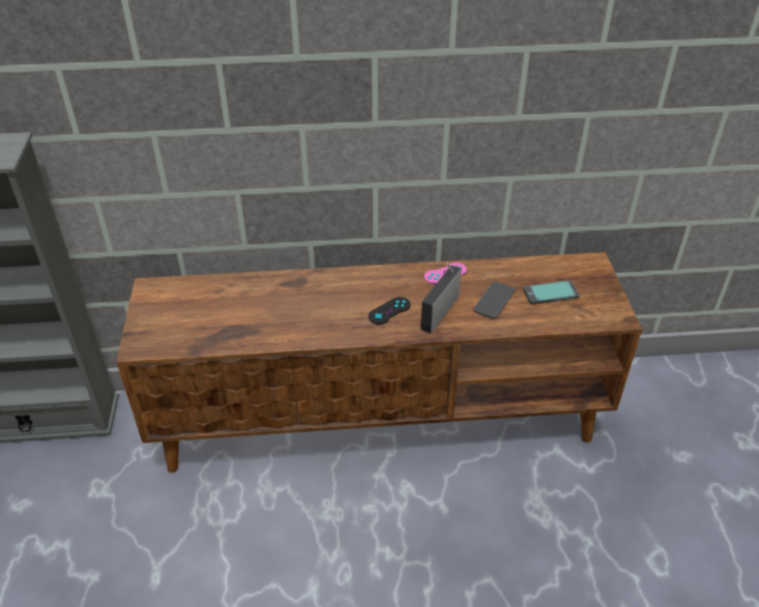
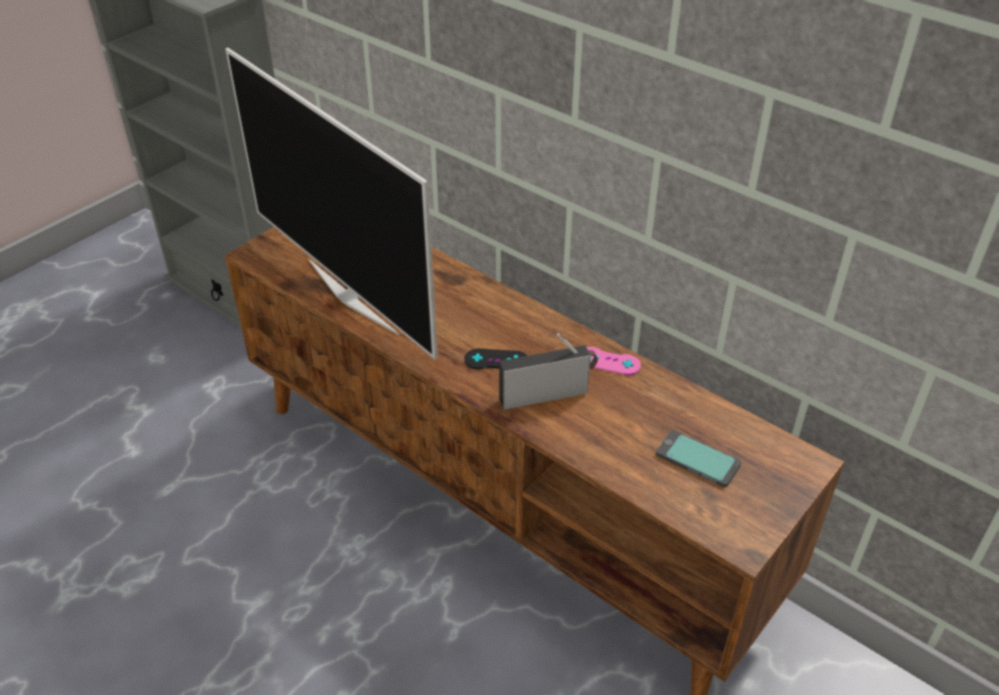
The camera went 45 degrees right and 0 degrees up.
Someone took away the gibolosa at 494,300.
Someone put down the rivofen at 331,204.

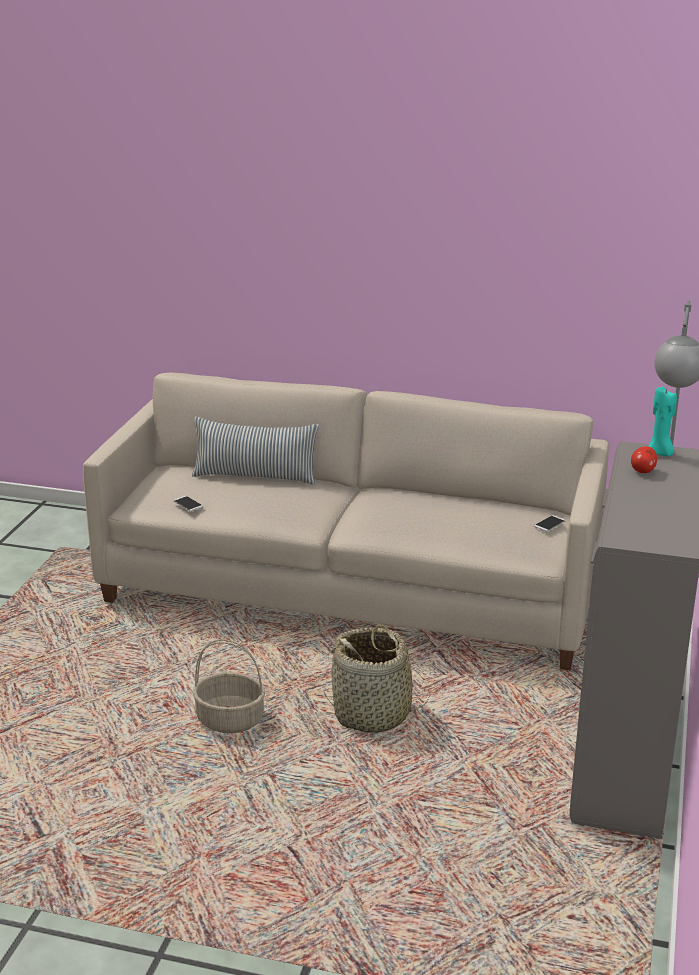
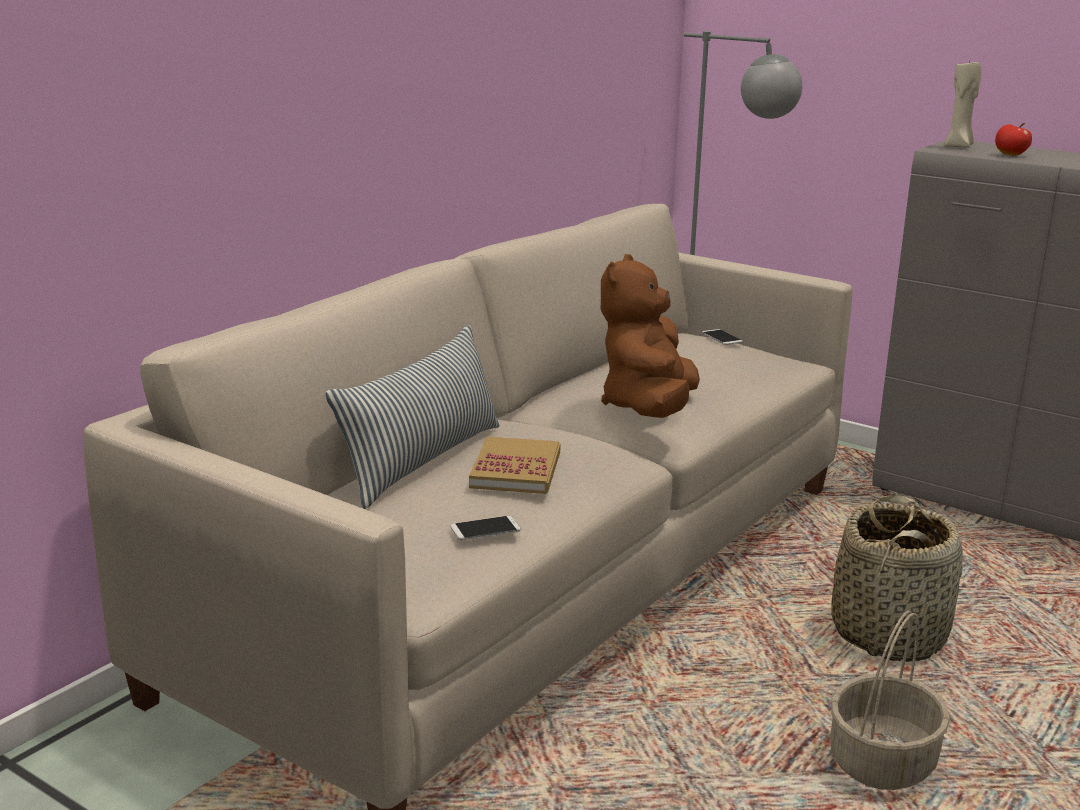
The camera went 70 degrees left and 5 degrees down.
Someone repainted the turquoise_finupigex at 662,421, which became the beige_finupigex at 963,104.
Someone put down the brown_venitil at 650,336.
Someone put down the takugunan at 515,465.

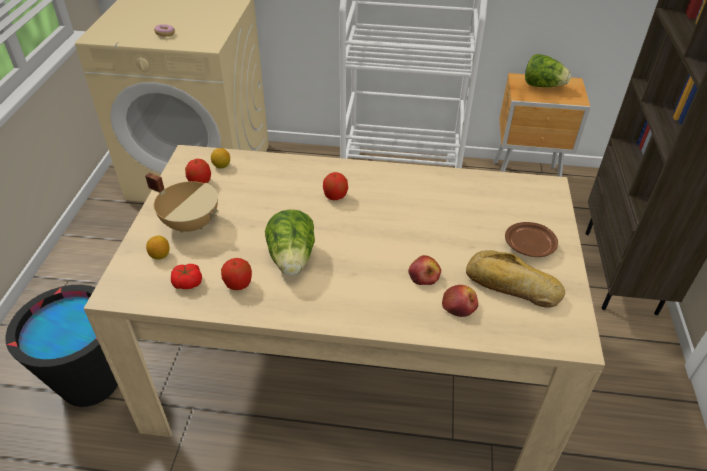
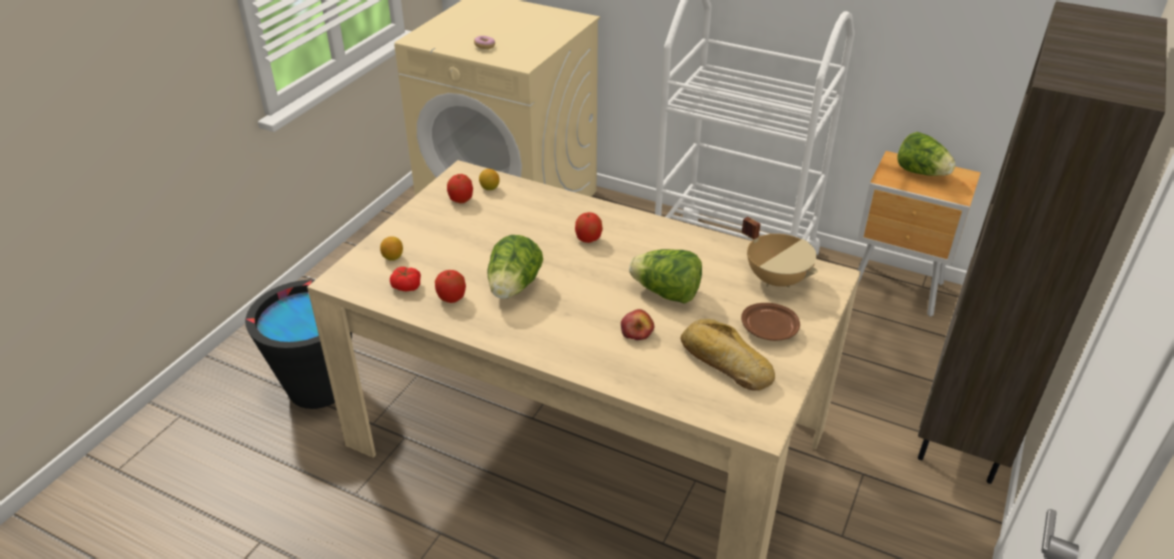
The camera went 20 degrees right and 5 degrees down.
Someone carried the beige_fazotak from 182,203 to 780,252.
Someone took away the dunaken at 460,301.
Someone put down the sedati at 665,276.

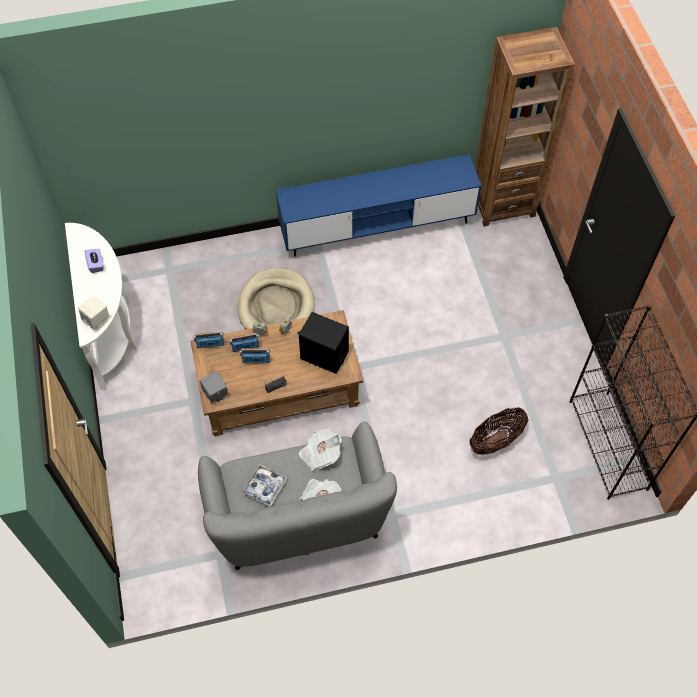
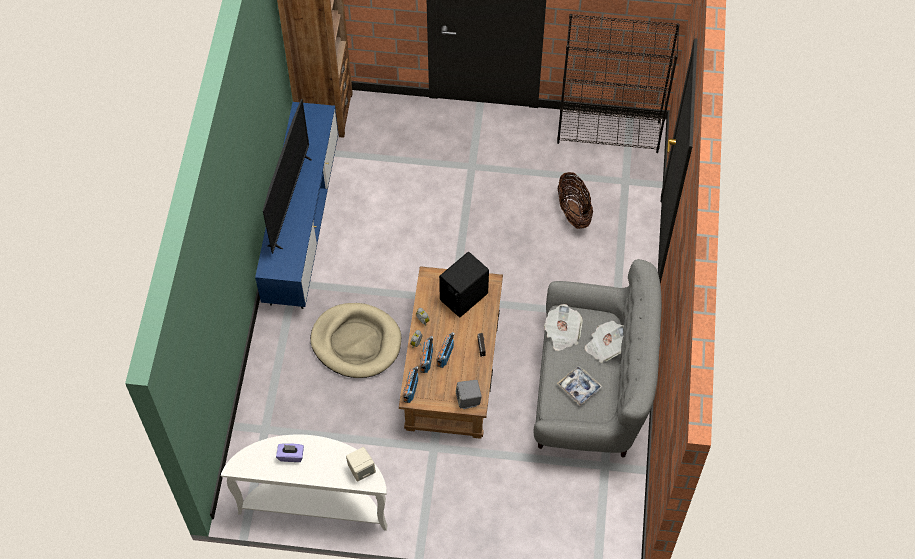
The camera went 70 degrees left and 0 degrees up.
Someone put down the rivofen at 287,176.

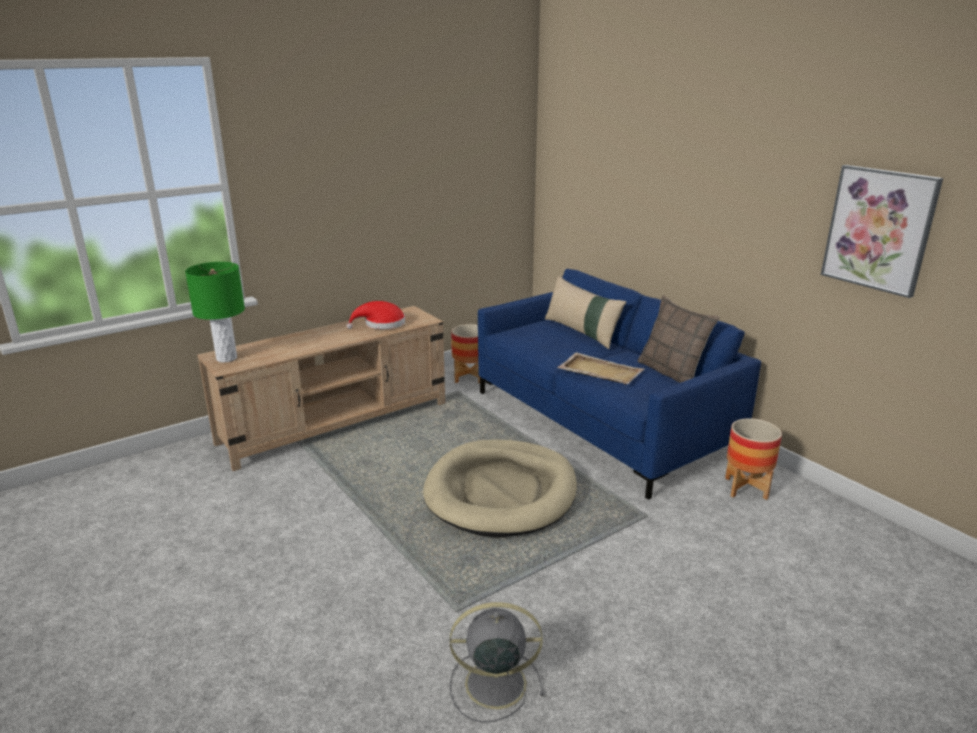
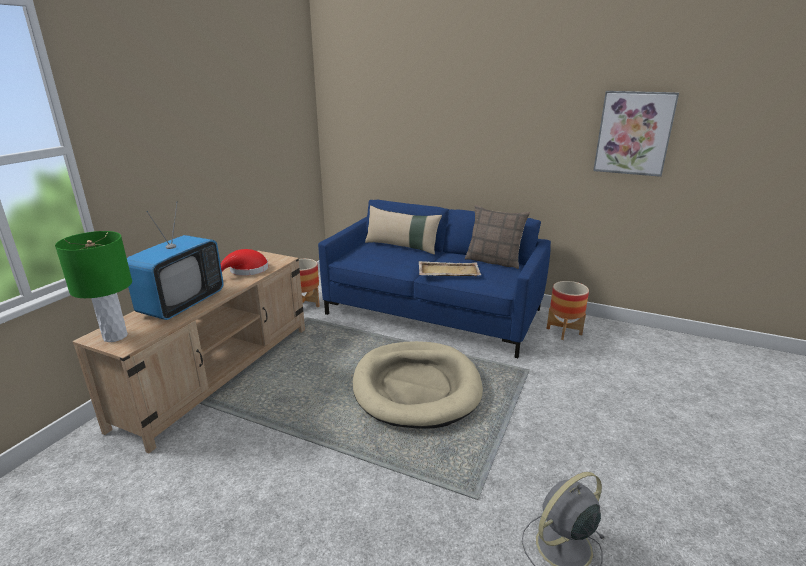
The camera went 30 degrees left and 0 degrees up.
Someone put down the rivofen at 175,261.

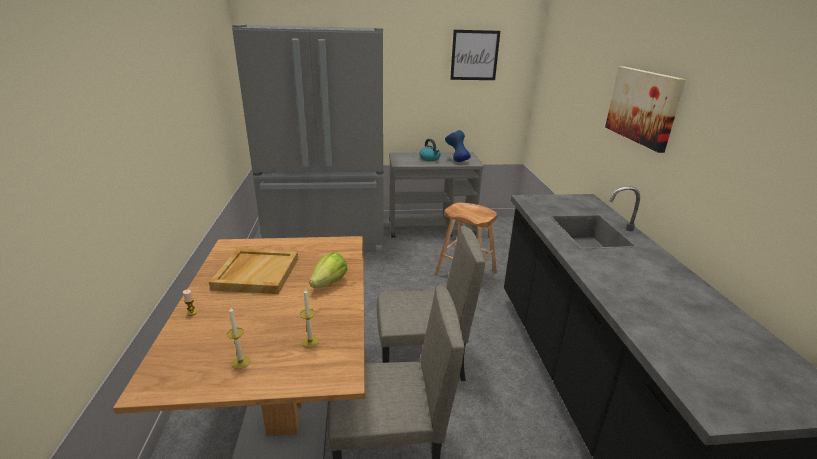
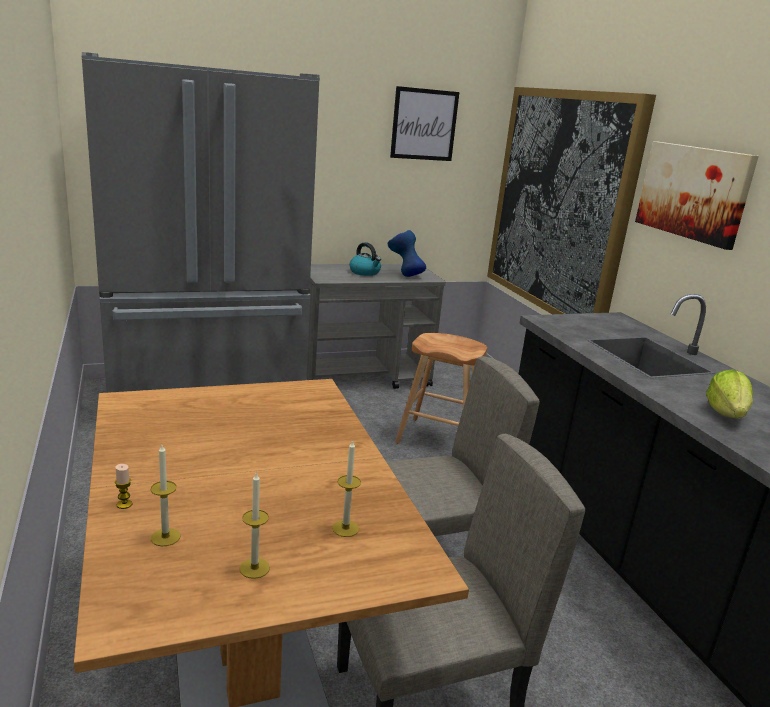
The camera went 15 degrees left and 5 degrees down.
Someone took away the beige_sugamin at 253,271.
Someone carried the sedati from 328,270 to 729,394.
Someone put up the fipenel at 571,200.
Someone put down the finupigex at 165,495.

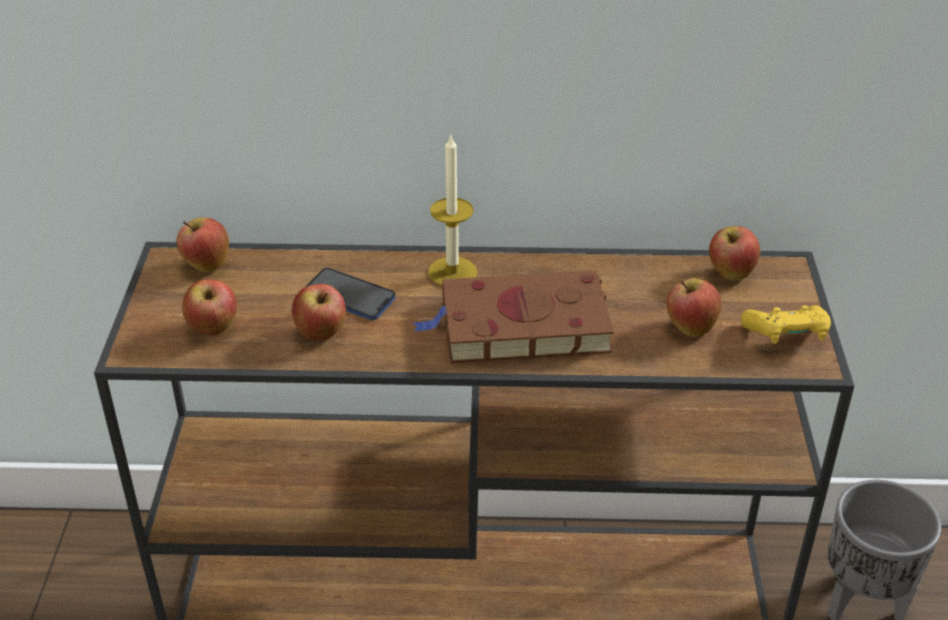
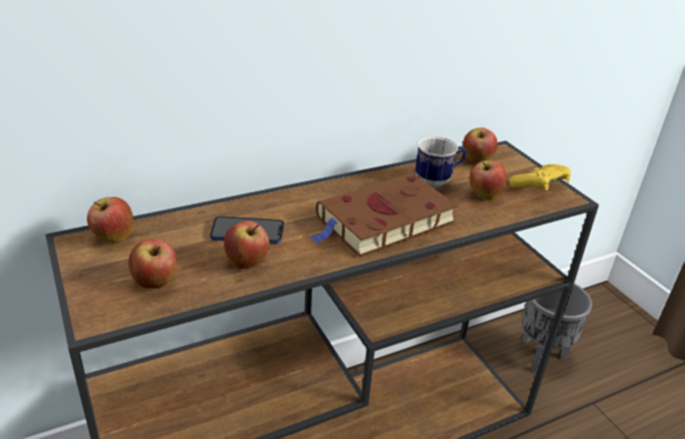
The camera went 30 degrees left and 5 degrees down.
Someone took away the finupigex at 452,209.
Someone put down the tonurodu at 440,161.

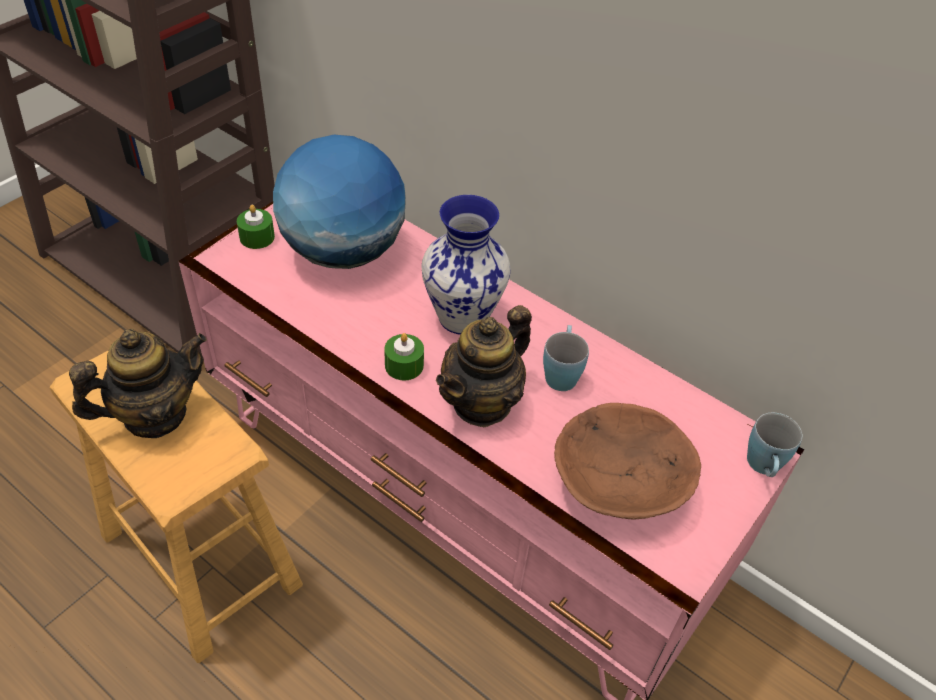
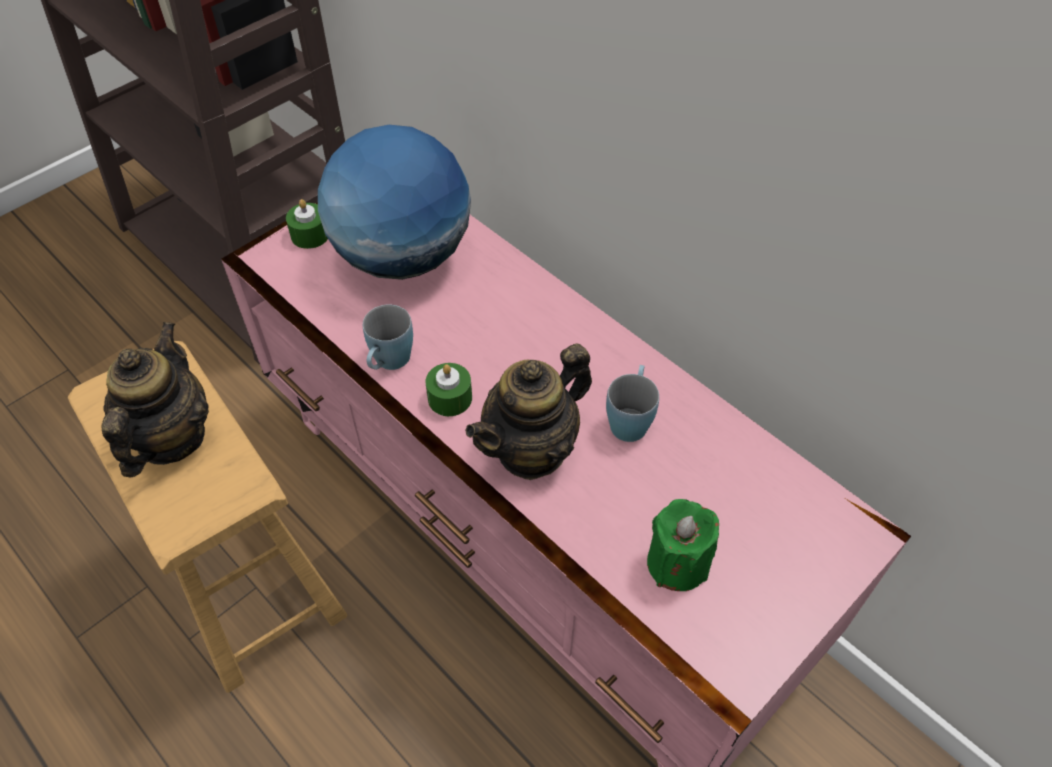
The camera went 10 degrees right and 5 degrees up.
Someone took away the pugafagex at 466,265.
Someone rotated the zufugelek at 138,383 by 60 degrees counterclockwise.
Someone swapped the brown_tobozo at 627,461 for the green_finupigex at 683,545.
Someone carried the blue_tonurodu from 775,444 to 388,337.

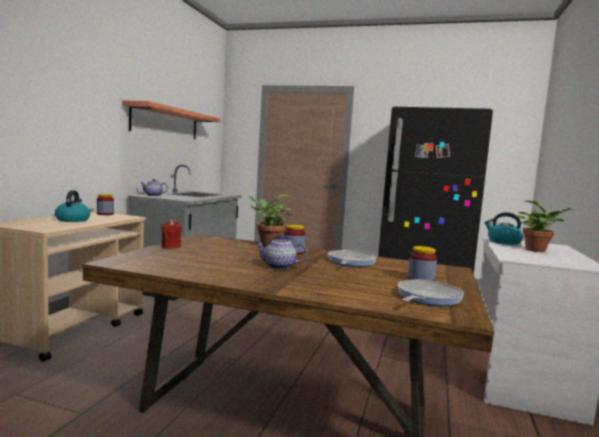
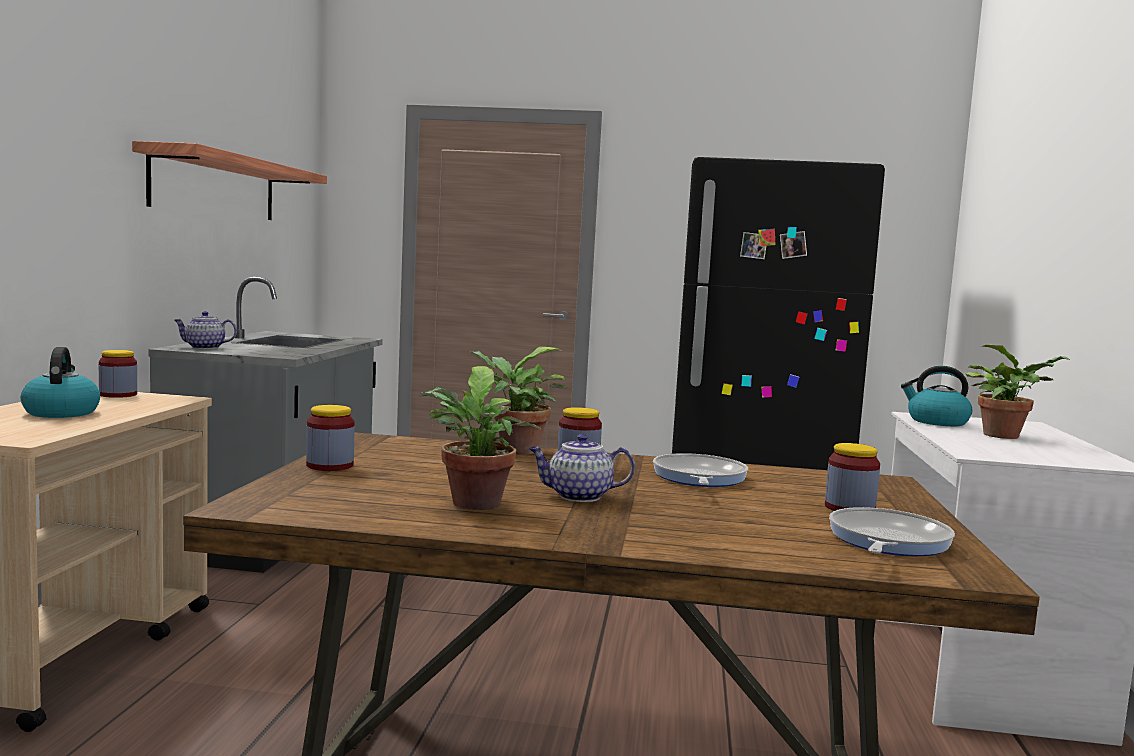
The camera went 10 degrees left and 0 degrees up.
Someone swapped the red_finupigex at 172,234 for the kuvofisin at 330,438.
Someone put down the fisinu at 480,438.

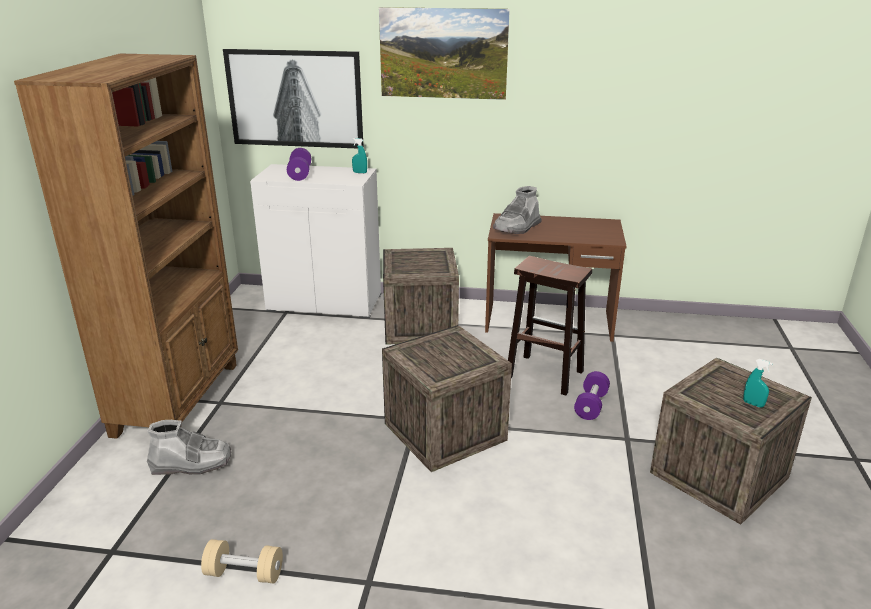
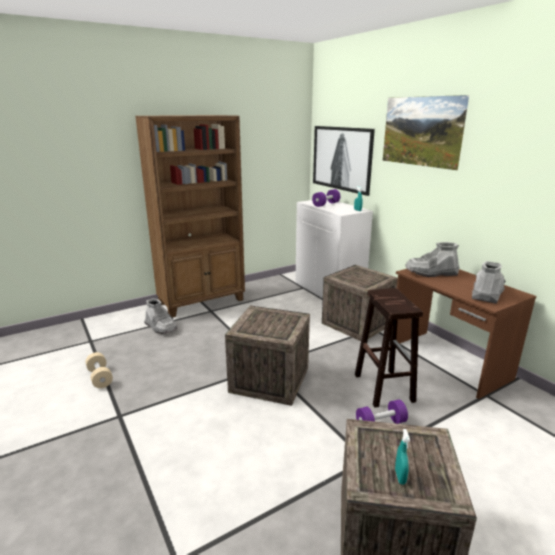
The camera went 50 degrees right and 5 degrees down.
Someone put down the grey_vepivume at 489,282.

